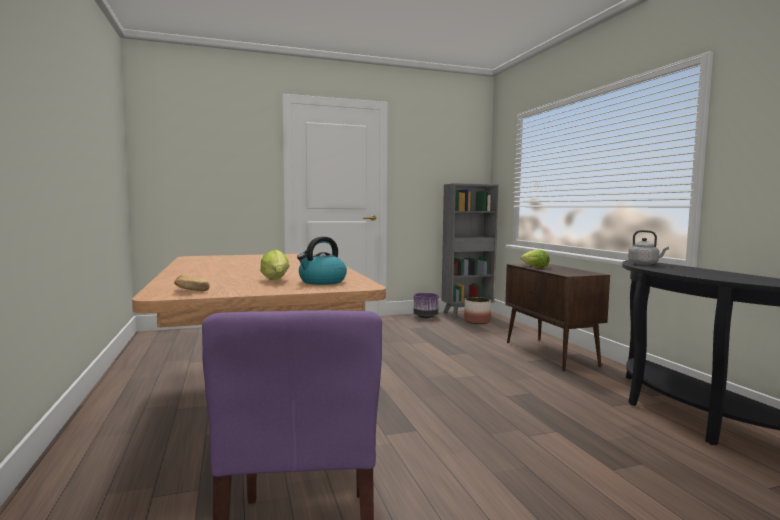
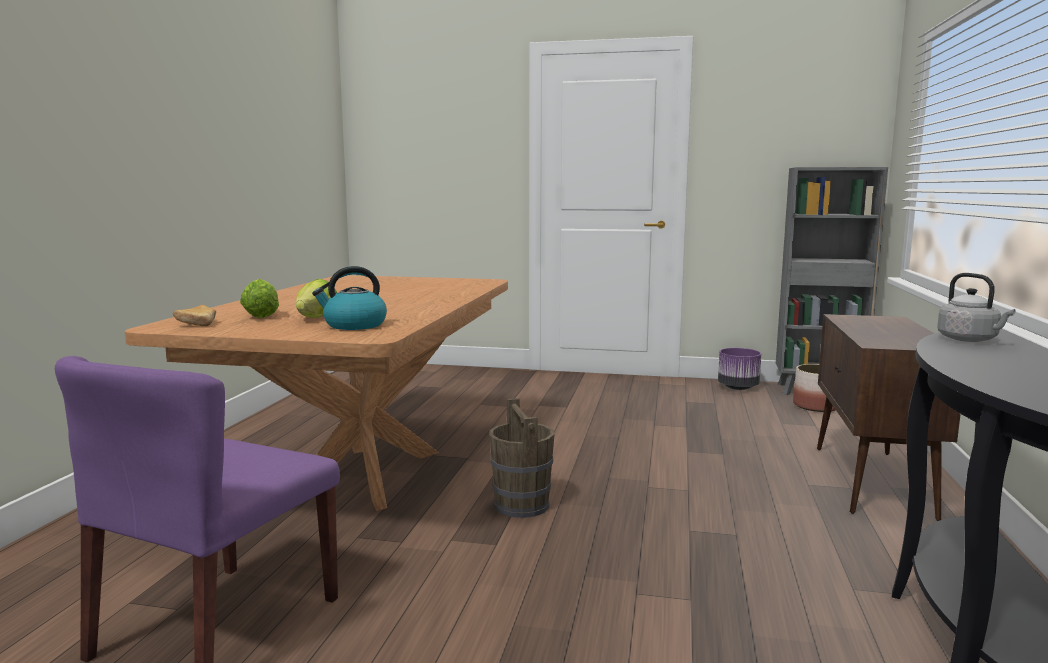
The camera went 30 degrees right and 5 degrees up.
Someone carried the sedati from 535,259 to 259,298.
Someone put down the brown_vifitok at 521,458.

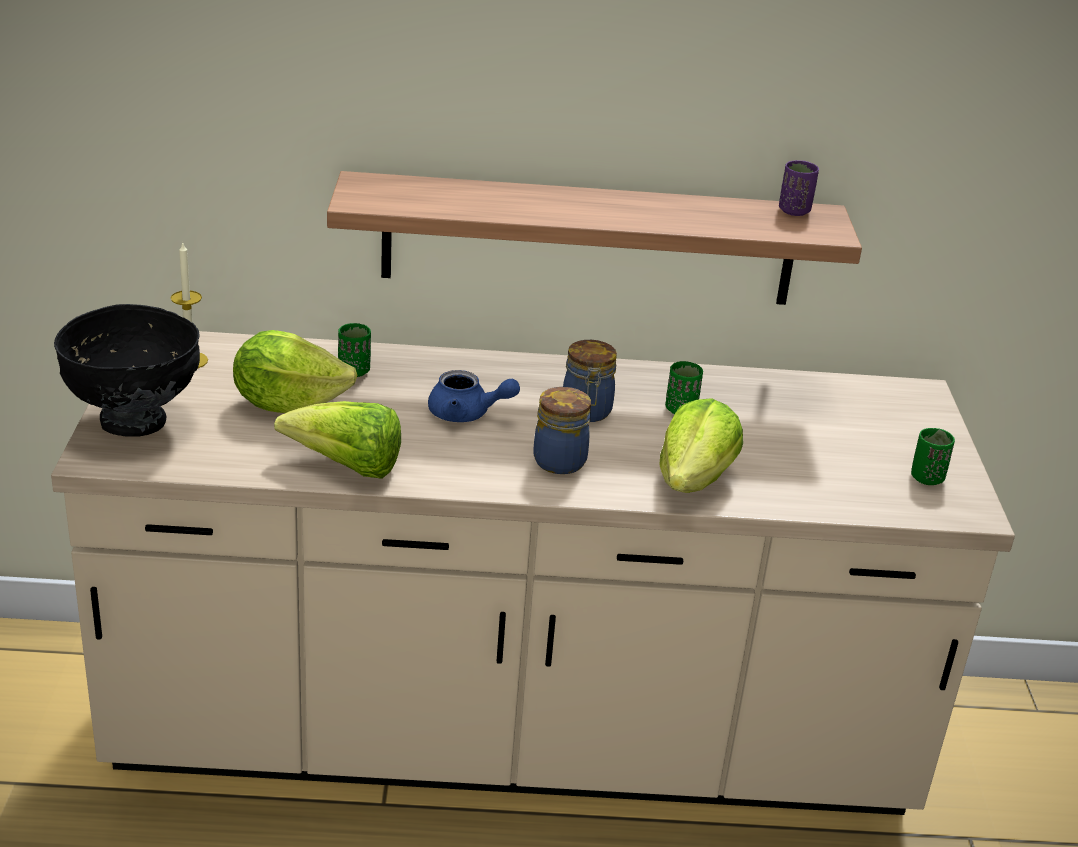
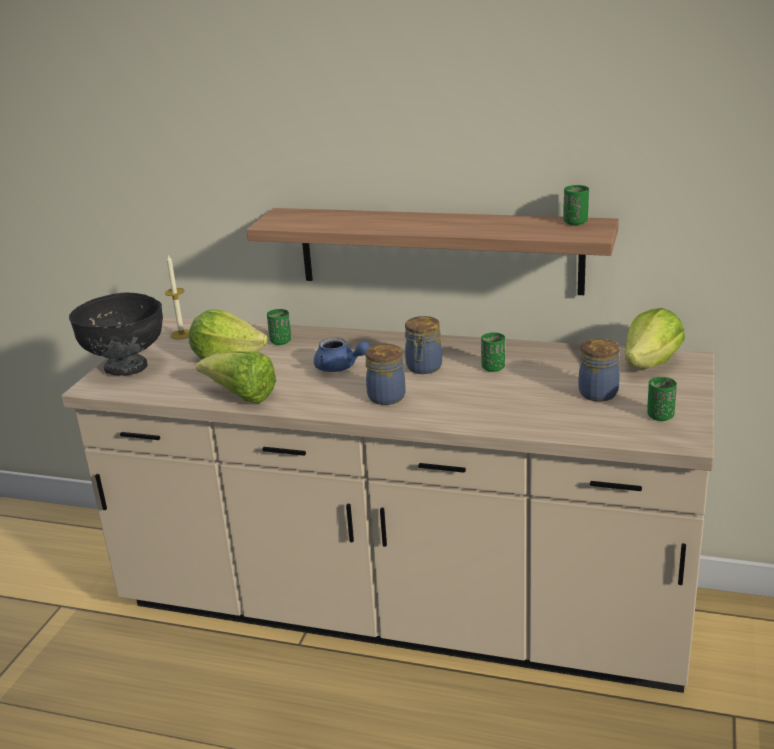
The camera went 20 degrees right and 5 degrees down.
Someone repainted the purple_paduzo at 799,188, which became the green_paduzo at 576,205.
Someone carried the sedati from 701,445 to 655,338.
Someone put down the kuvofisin at 599,370.

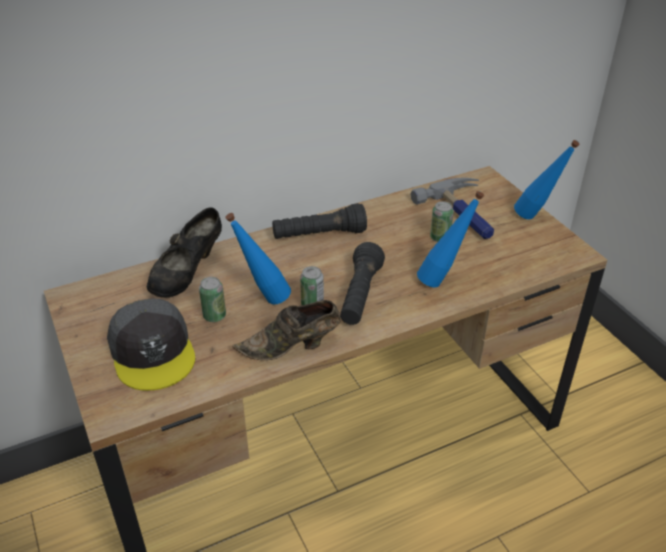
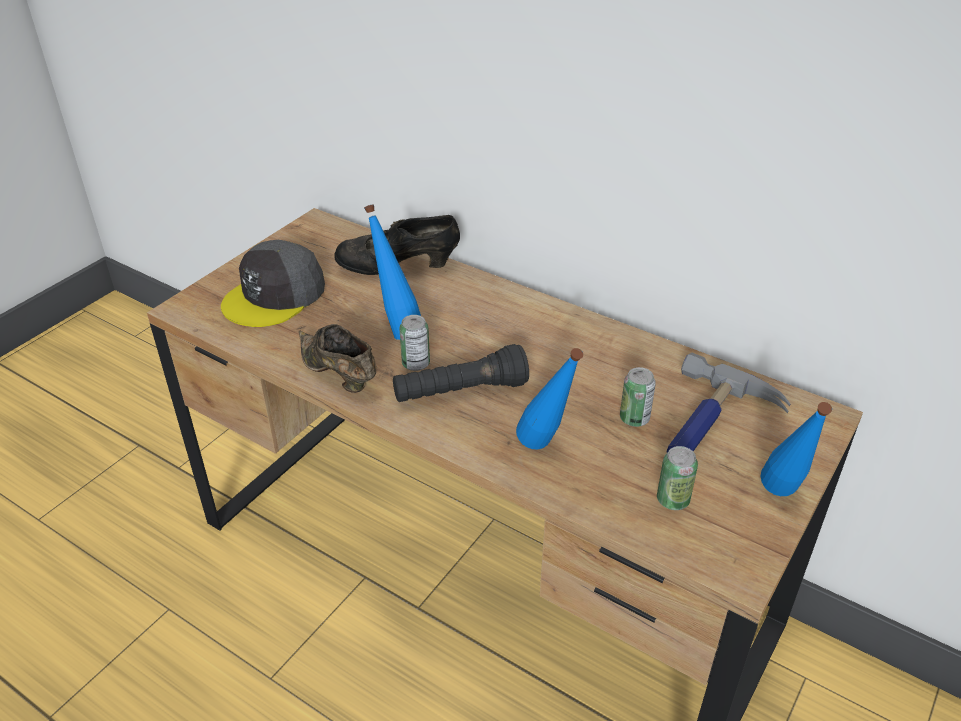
The camera went 60 degrees right and 0 degrees up.
Someone took away the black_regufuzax at 319,221.
Someone carried the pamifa from 212,299 to 677,478.

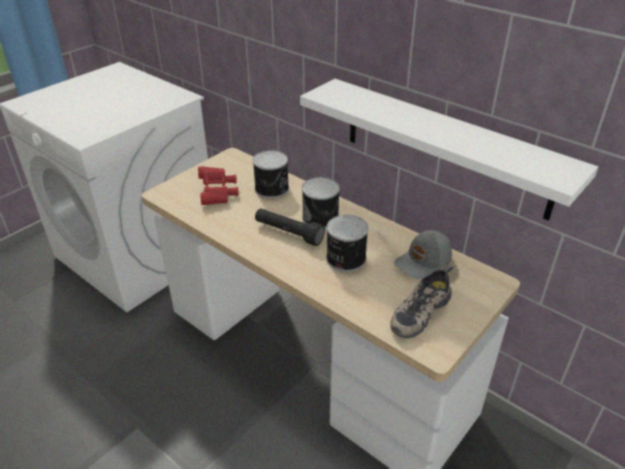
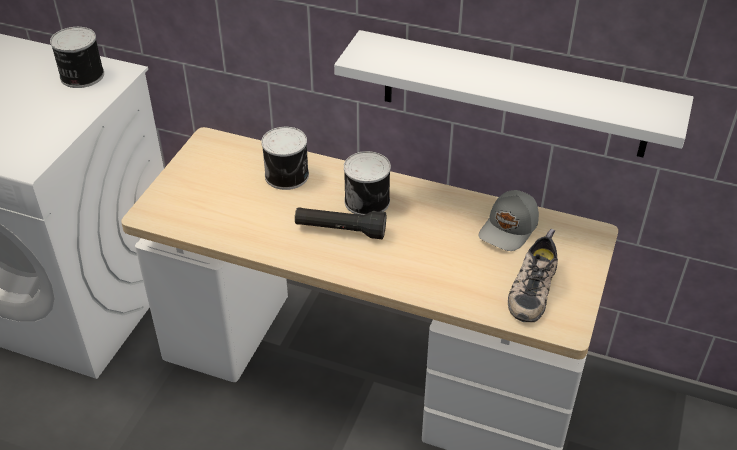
The camera went 20 degrees left and 5 degrees up.
Someone took away the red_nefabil at 218,185.
Someone carried the pamifa from 347,243 to 77,57.

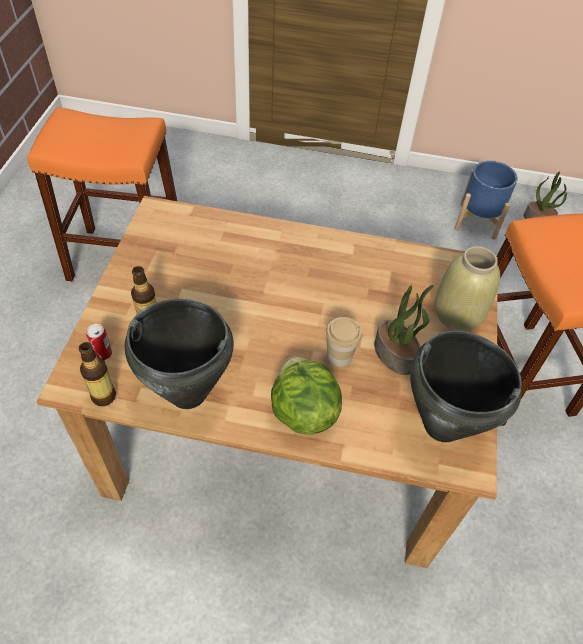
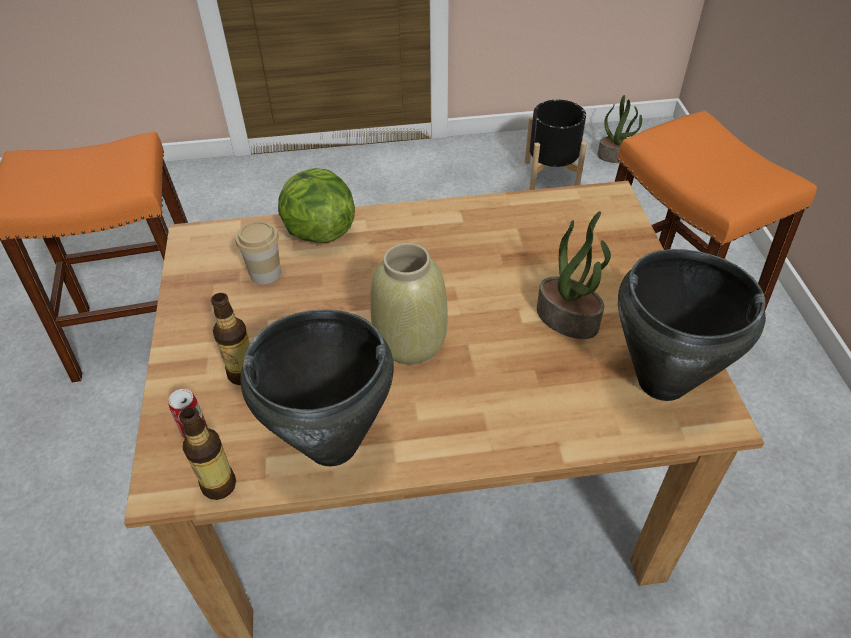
The camera went 15 degrees left and 5 degrees down.
Someone repainted the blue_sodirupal at 486,200, which became the black_sodirupal at 556,145.
Someone carried the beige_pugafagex from 467,288 to 409,304.
Someone carried the paduzo from 344,342 to 258,252.
Someone carried the sedati from 306,396 to 316,205.

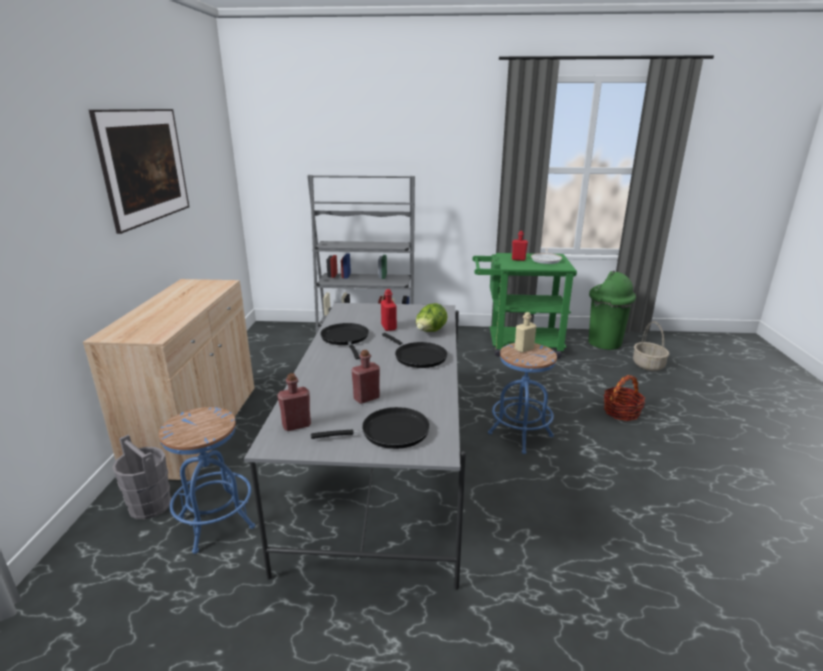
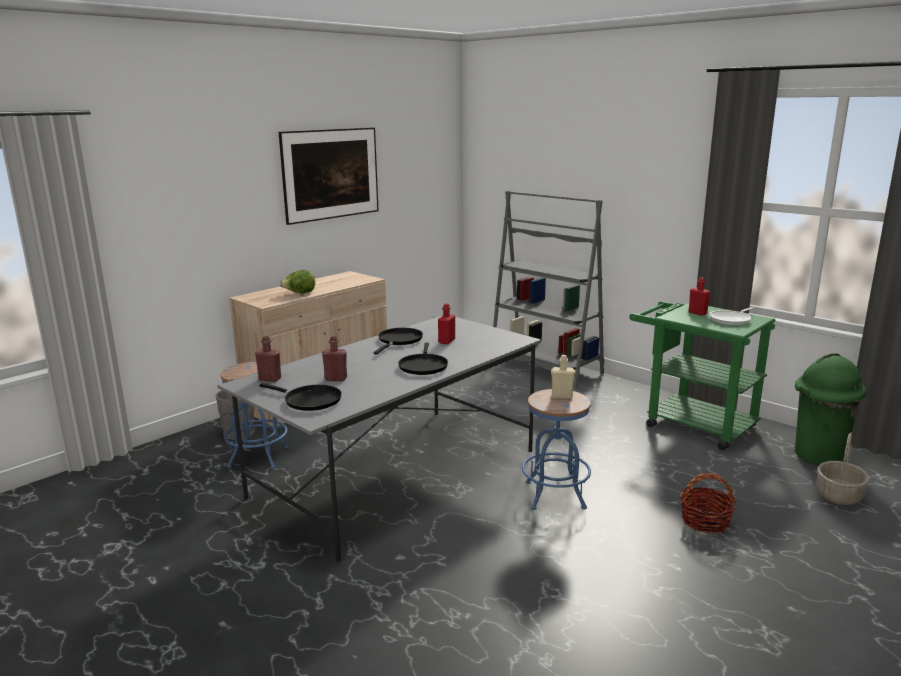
The camera went 40 degrees right and 5 degrees down.
Someone carried the sedati from 431,317 to 297,281.

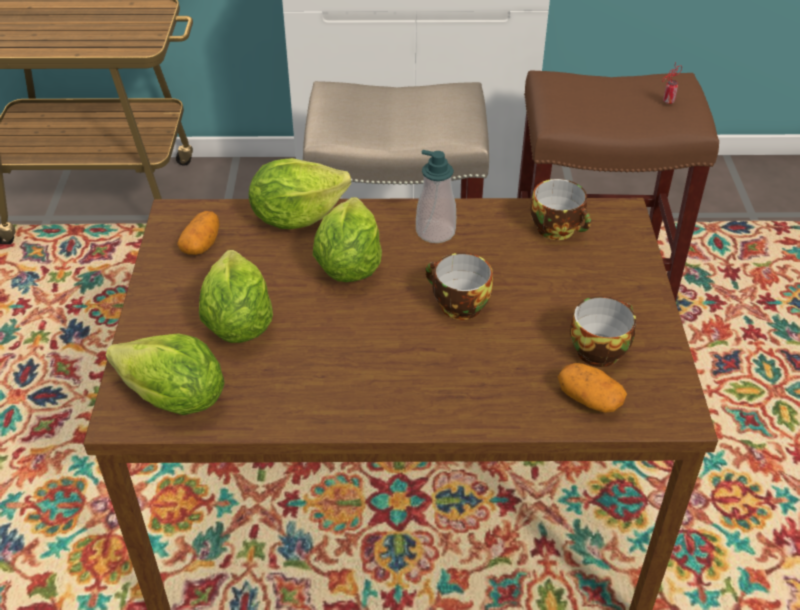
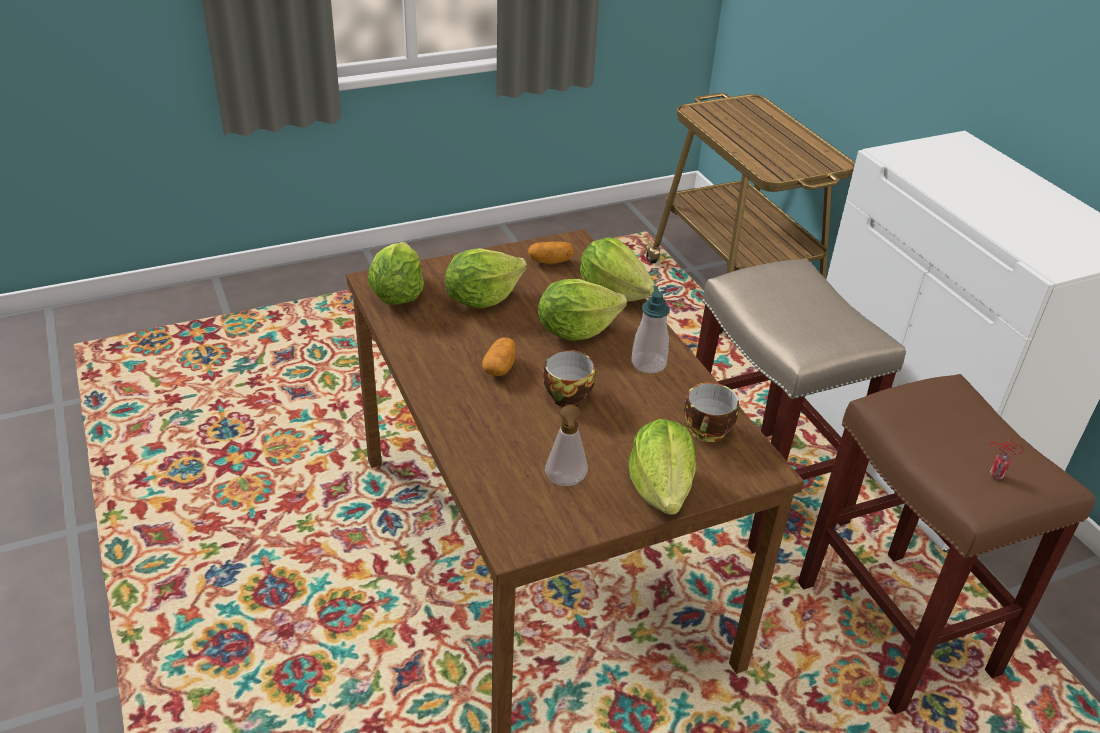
The camera went 65 degrees right and 5 degrees down.
Someone swapped the paduzo at 603,331 for the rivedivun at 566,445.
Someone carried the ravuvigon from 592,388 to 499,356.
Someone put down the sedati at 662,466.

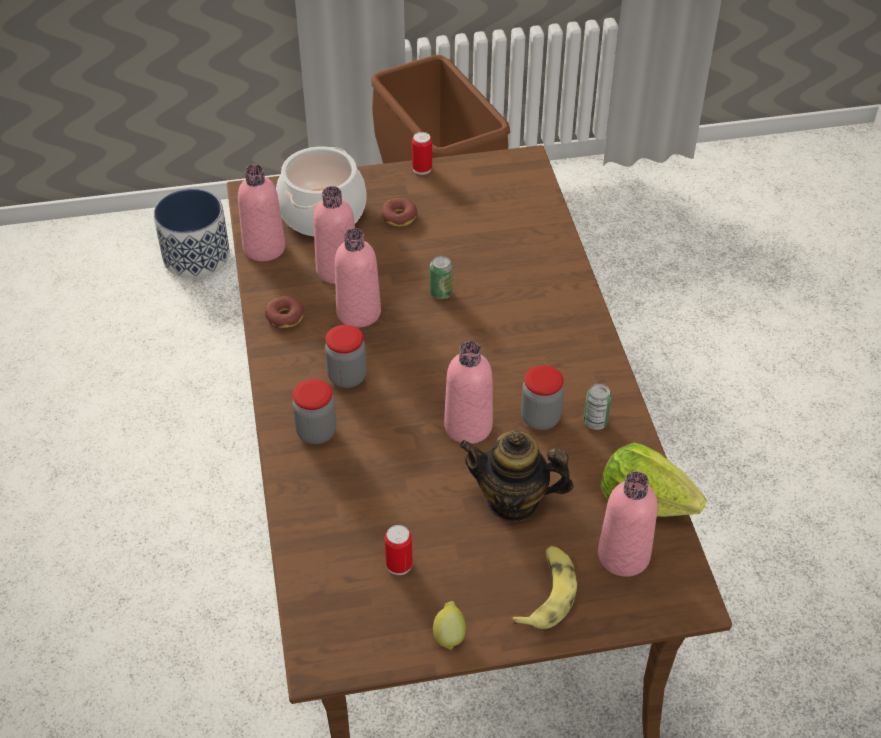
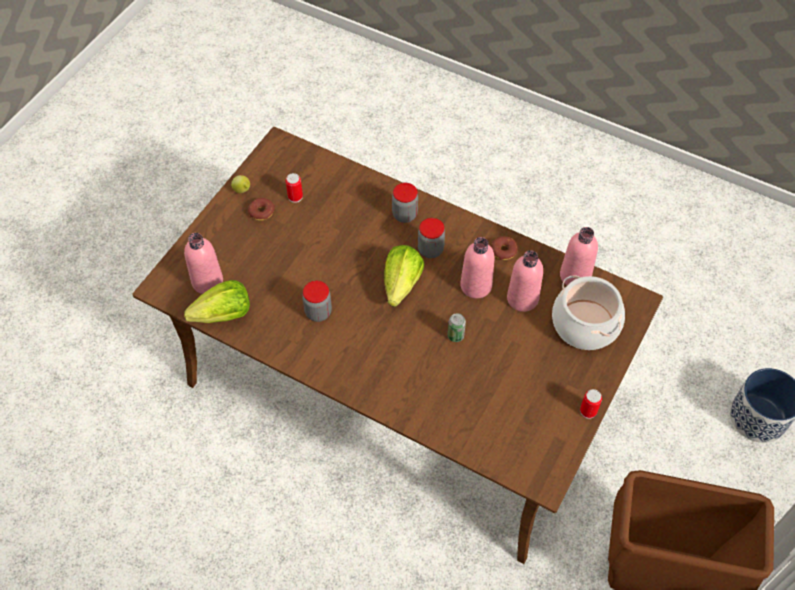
The camera went 130 degrees right and 10 degrees up.
Someone carried the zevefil from 399,212 to 261,209.
Someone took away the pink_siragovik at 468,392.
Someone took away the pamifa at 598,407.
Someone took away the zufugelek at 516,476.
Someone took away the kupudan at 544,587.
Someone put down the sedati at 404,276.

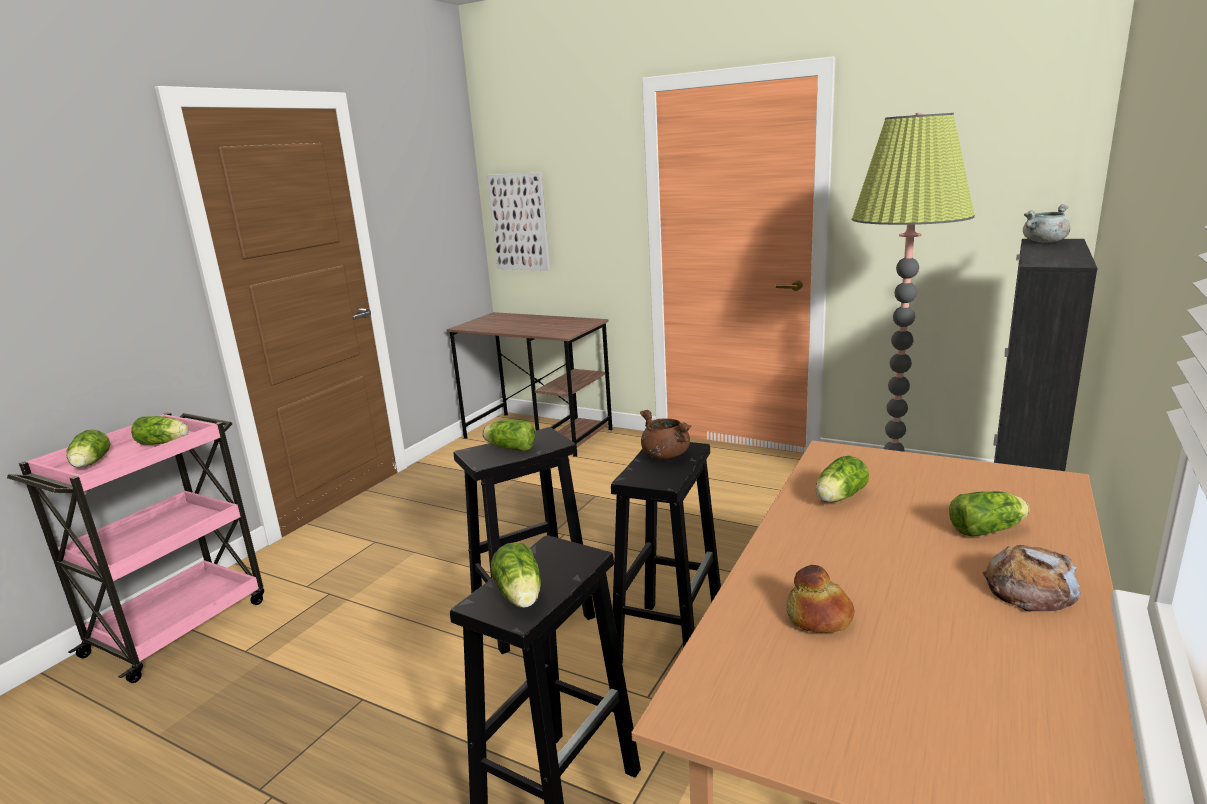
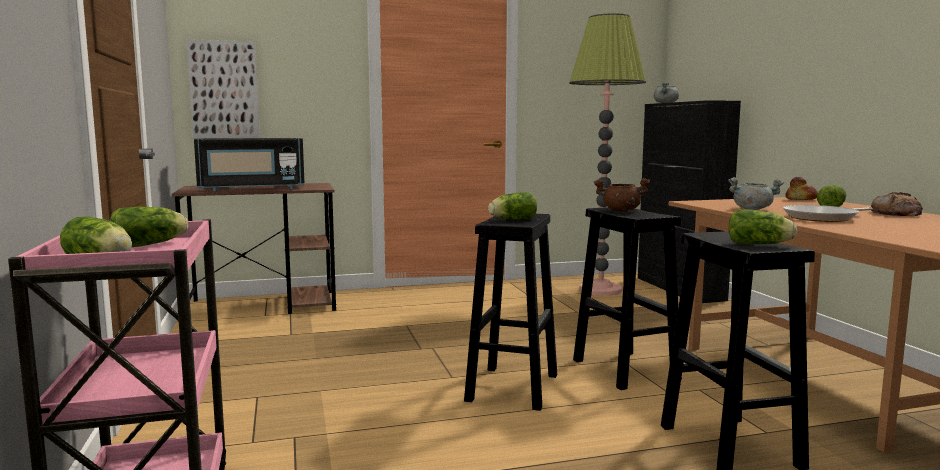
The camera went 45 degrees left and 10 degrees down.
Someone swapped the sedati at 842,479 for the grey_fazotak at 756,193.
Someone carried the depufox from 820,599 to 801,188.
Someone put down the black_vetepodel at 249,164.
Someone put down the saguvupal at 828,213.

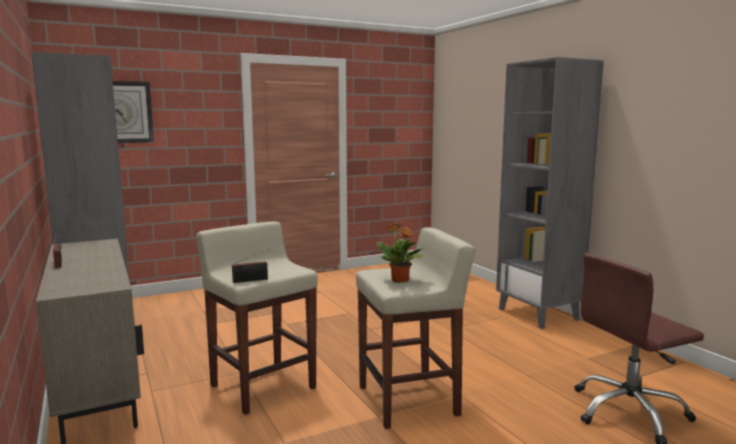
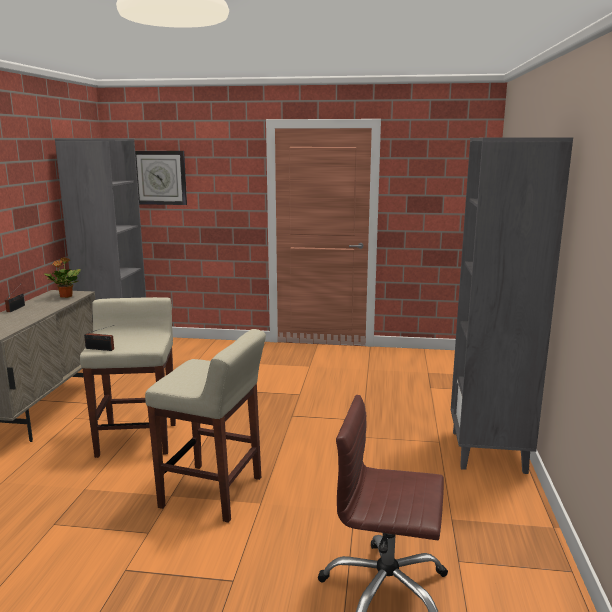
The camera went 35 degrees right and 5 degrees up.
Someone carried the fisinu from 401,253 to 62,277.

